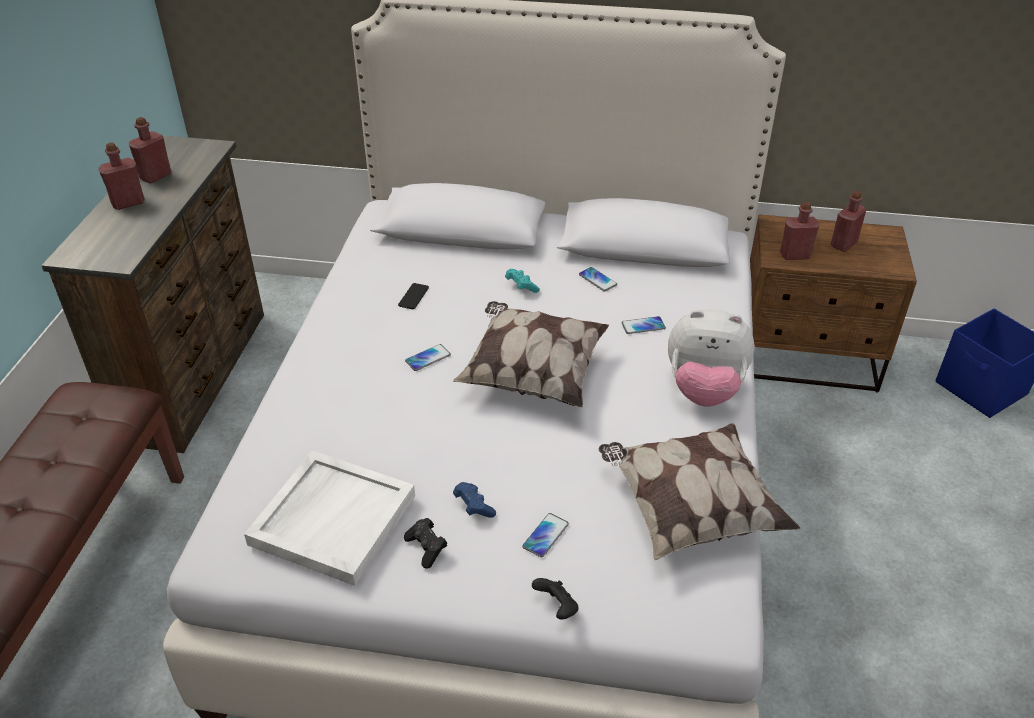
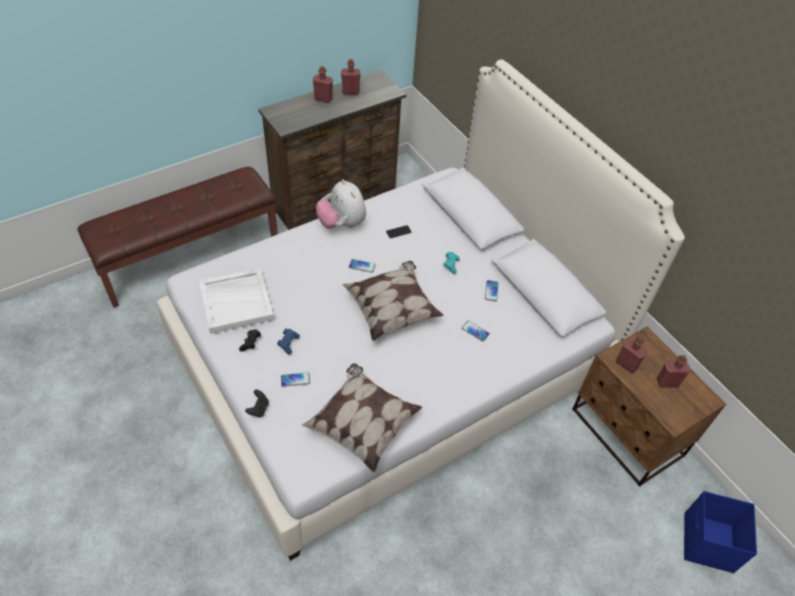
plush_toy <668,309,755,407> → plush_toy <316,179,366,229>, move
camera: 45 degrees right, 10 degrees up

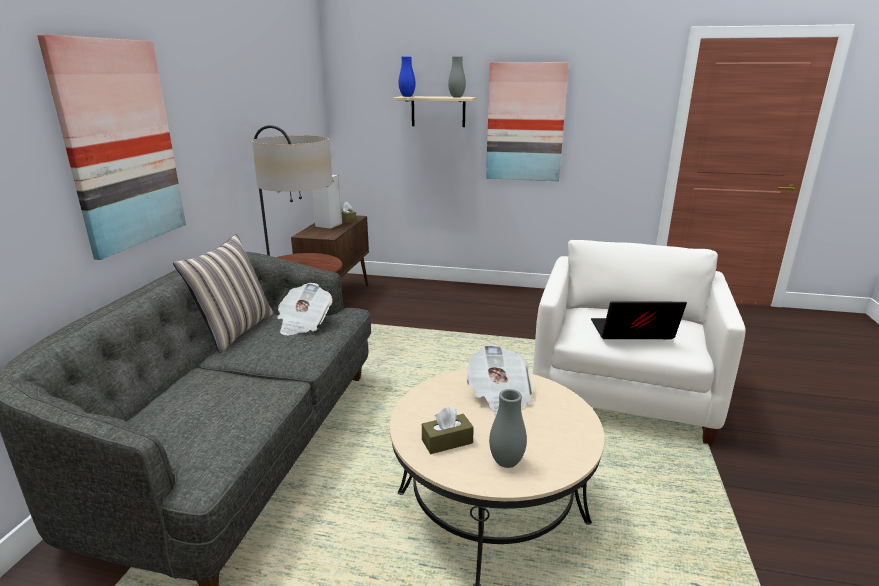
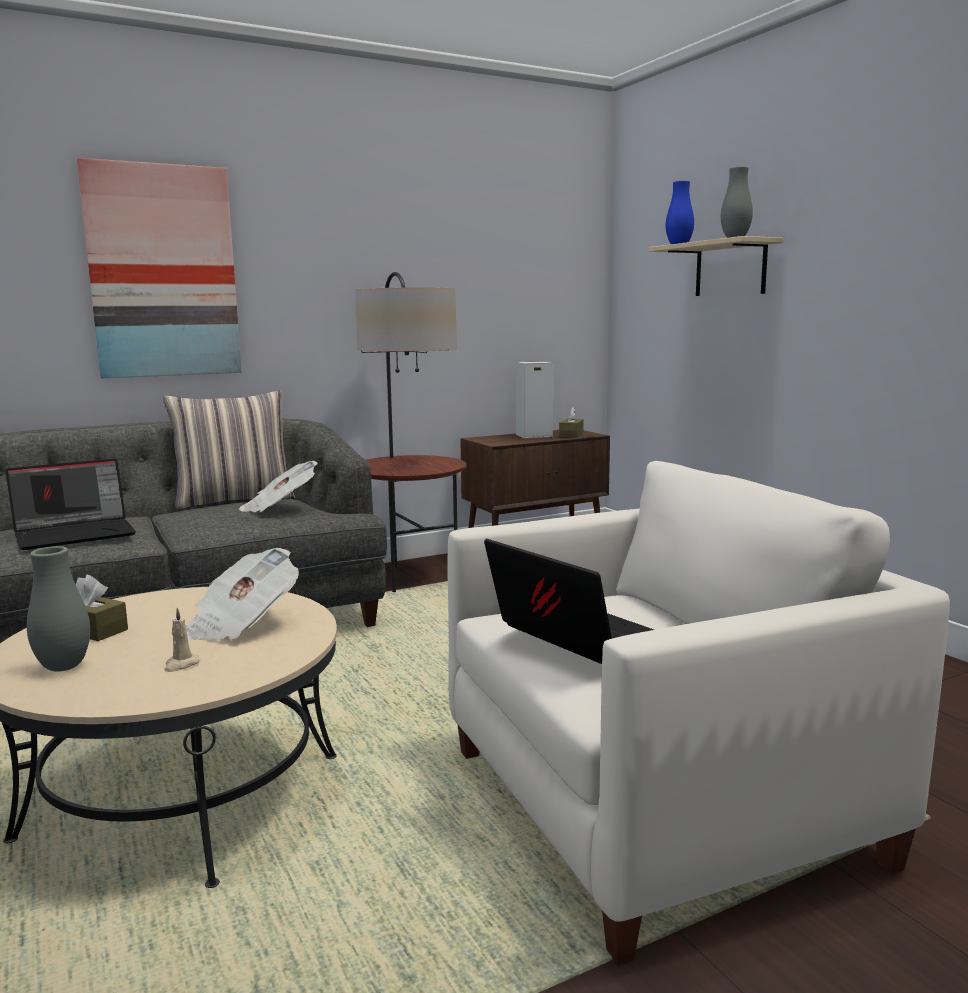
picture <486,62,569,181> → -
- → laptop <5,459,136,550>
- → beige_candle <164,608,200,672>
camera: 50 degrees right, 10 degrees down

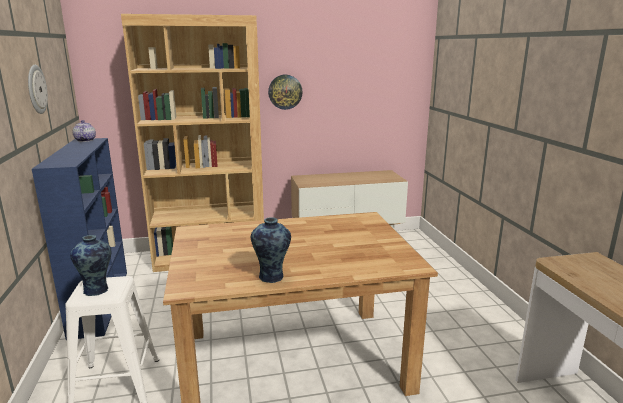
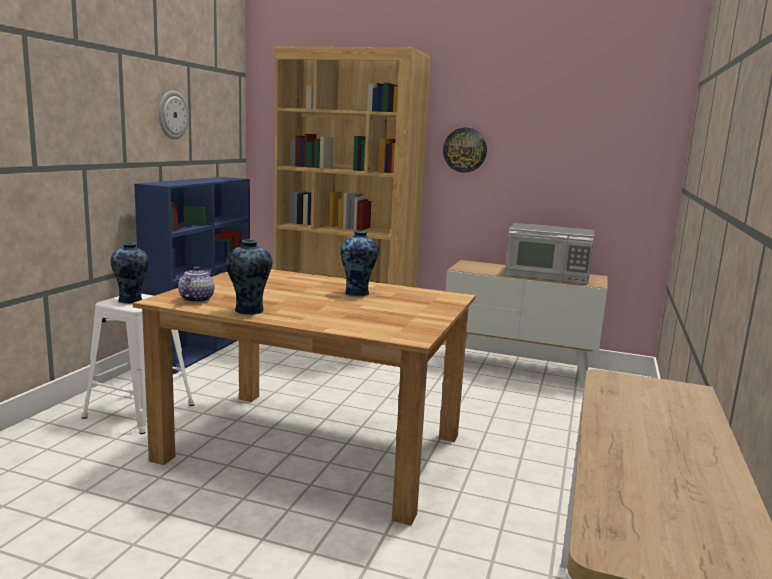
teapot <72,120,96,142> → teapot <178,266,215,303>, move
- → vase <340,231,379,296>
- → microwave <504,223,594,284>
camera: 30 degrees right, 5 degrees down

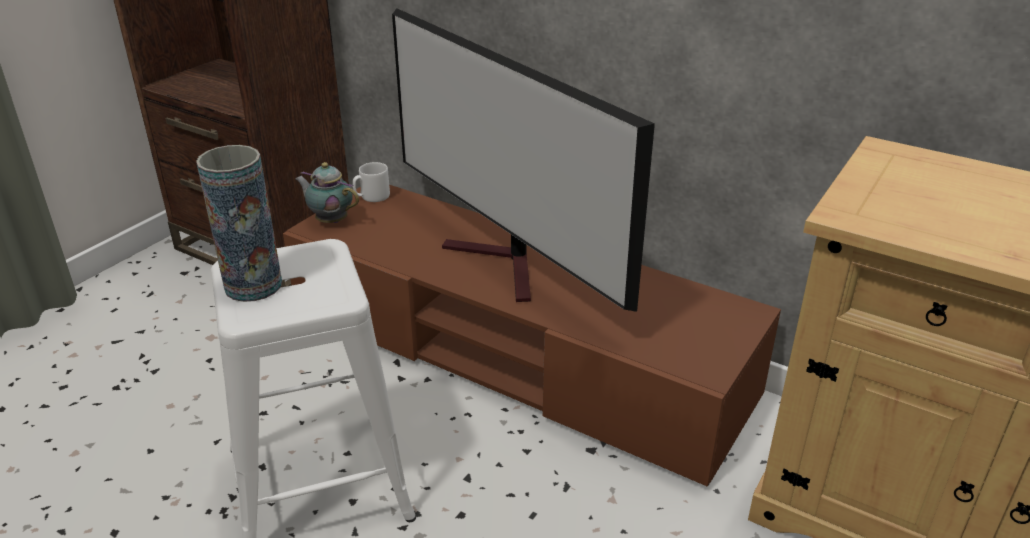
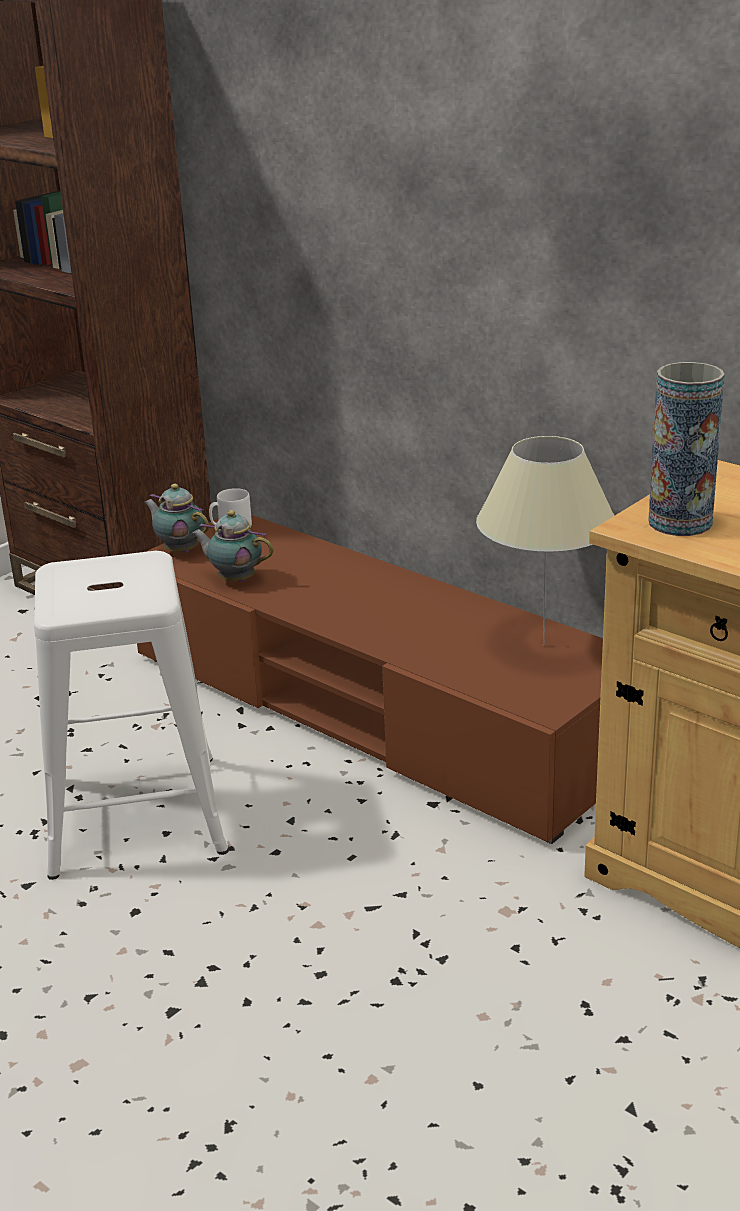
vase <196,145,282,302> → vase <648,362,724,536>, move
television <392,9,655,312> → -
- → teapot <191,510,274,582>
- → beige_table_lamp <476,436,615,646>
camera: 10 degrees right, 5 degrees down

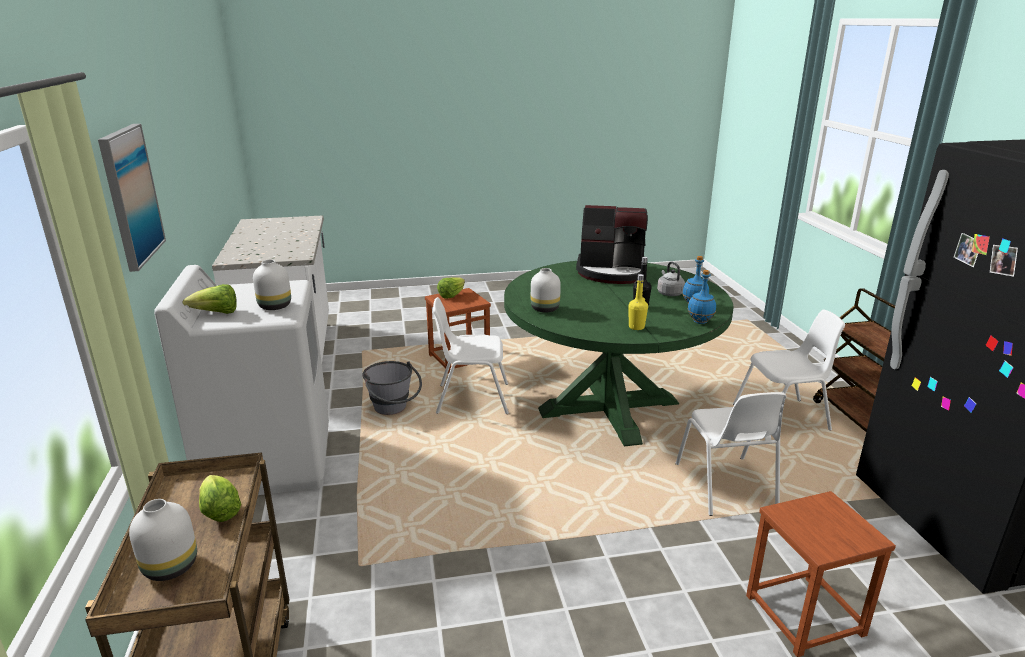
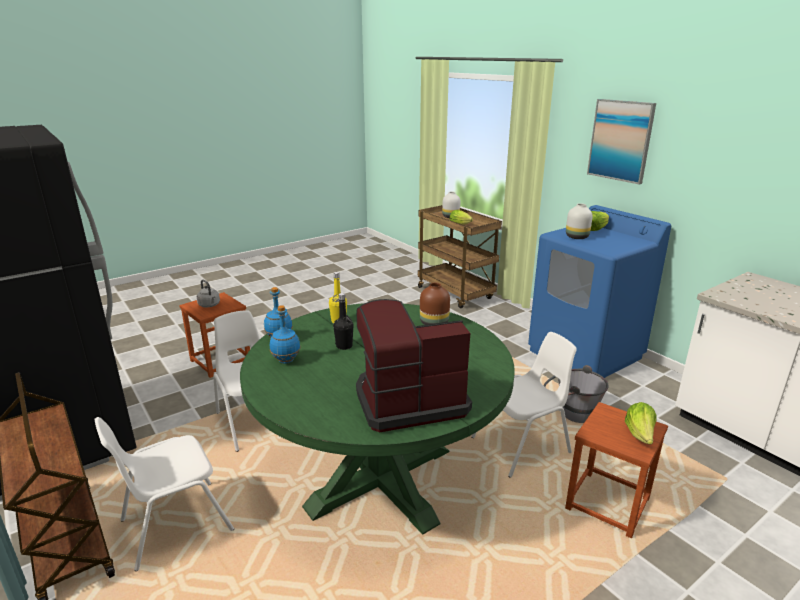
white_washing_machine <154,265,329,495> → blue_washing_machine <528,205,671,378>
white_vase <531,268,561,313> → brown_vase <420,283,450,325>
grey_kettle <657,261,685,296> → grey_kettle <197,280,220,307>, move
camera: 155 degrees right, 0 degrees up

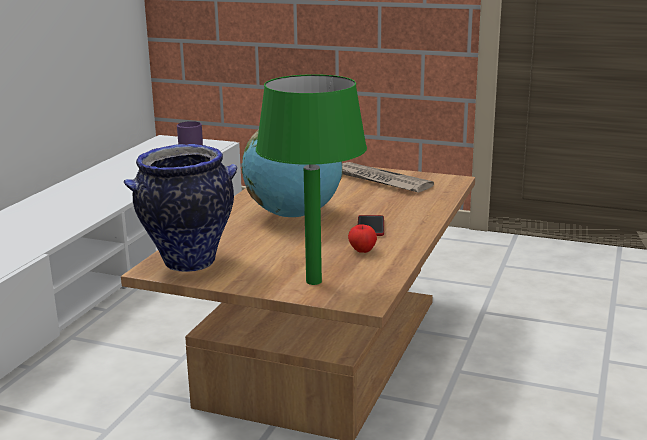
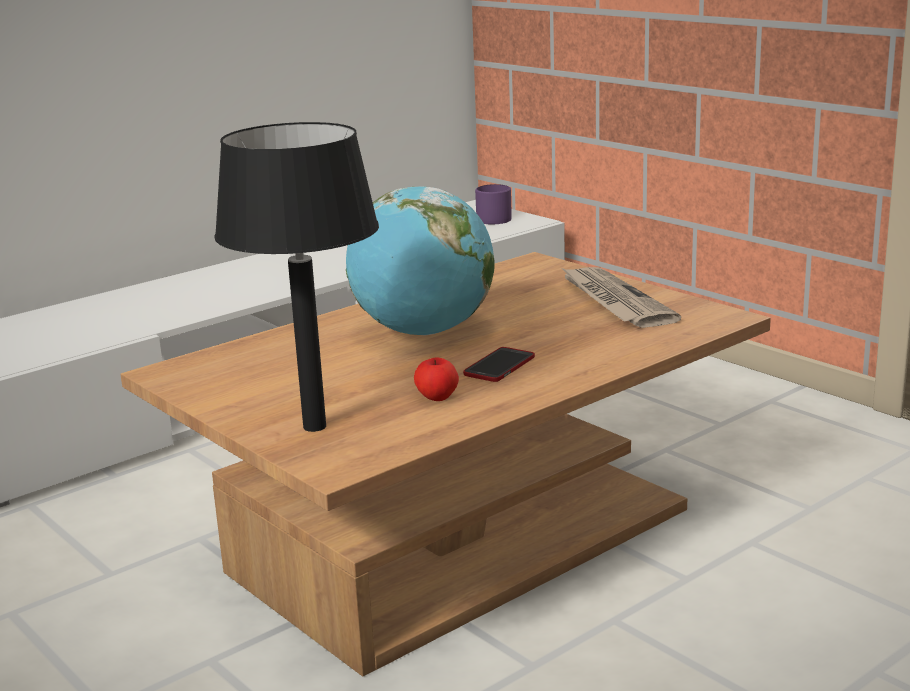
vase <124,144,237,272> → -
green_table_lamp <256,74,367,285> → black_table_lamp <214,122,379,432>
camera: 30 degrees right, 0 degrees up

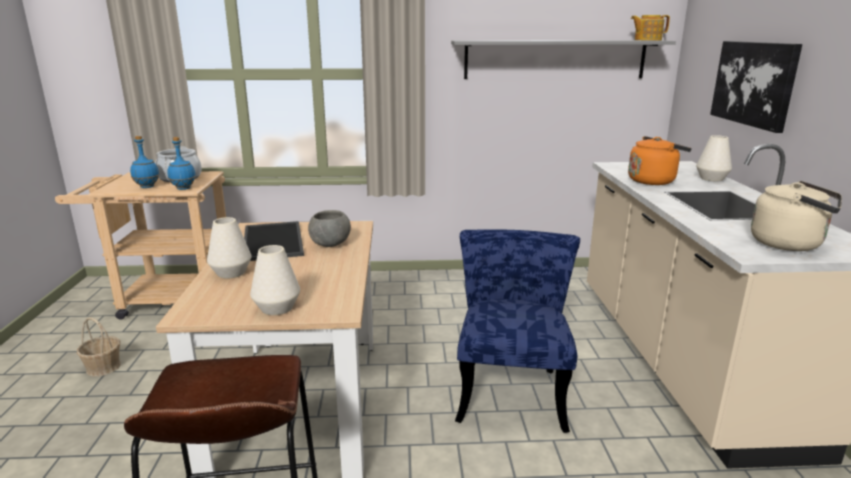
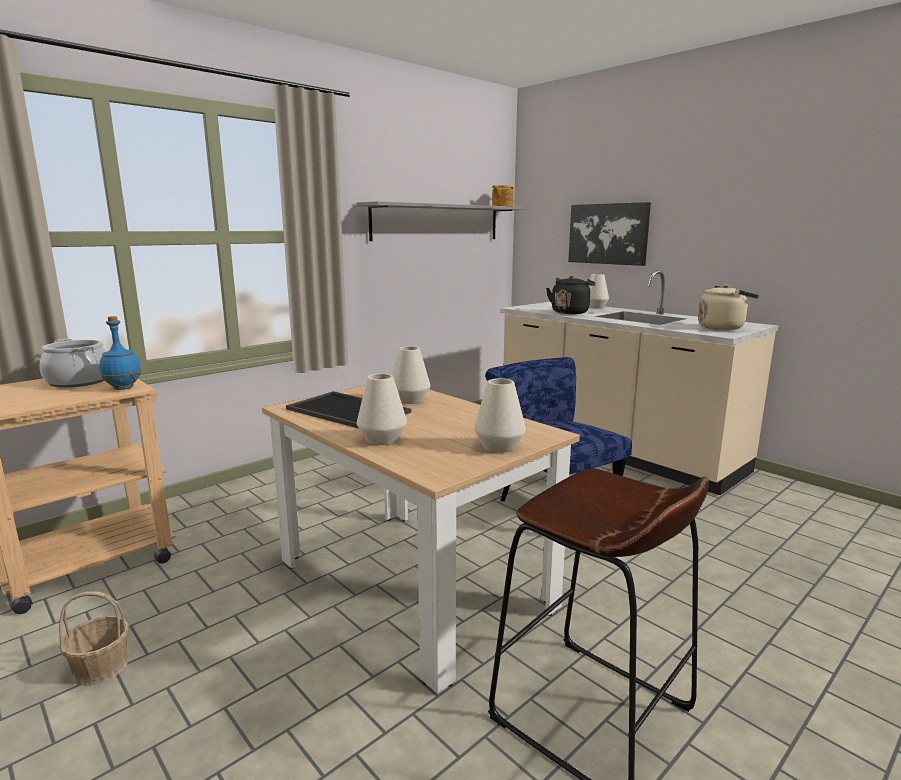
blue_bottle <130,136,159,188> → -
grey_bowl <308,210,351,247> → white_vase <393,346,430,404>
orange_kettle <628,136,692,185> → black_kettle <546,276,595,314>
camera: 40 degrees left, 5 degrees down

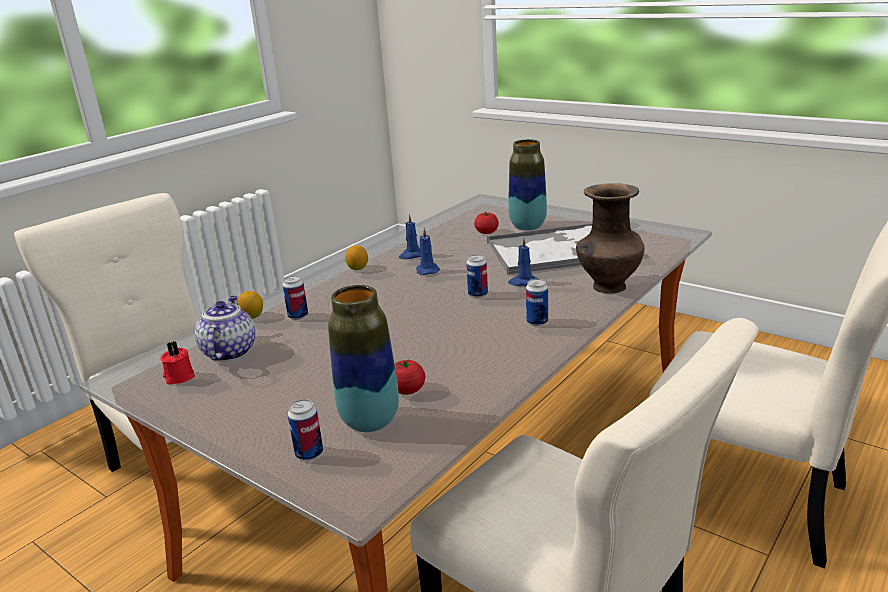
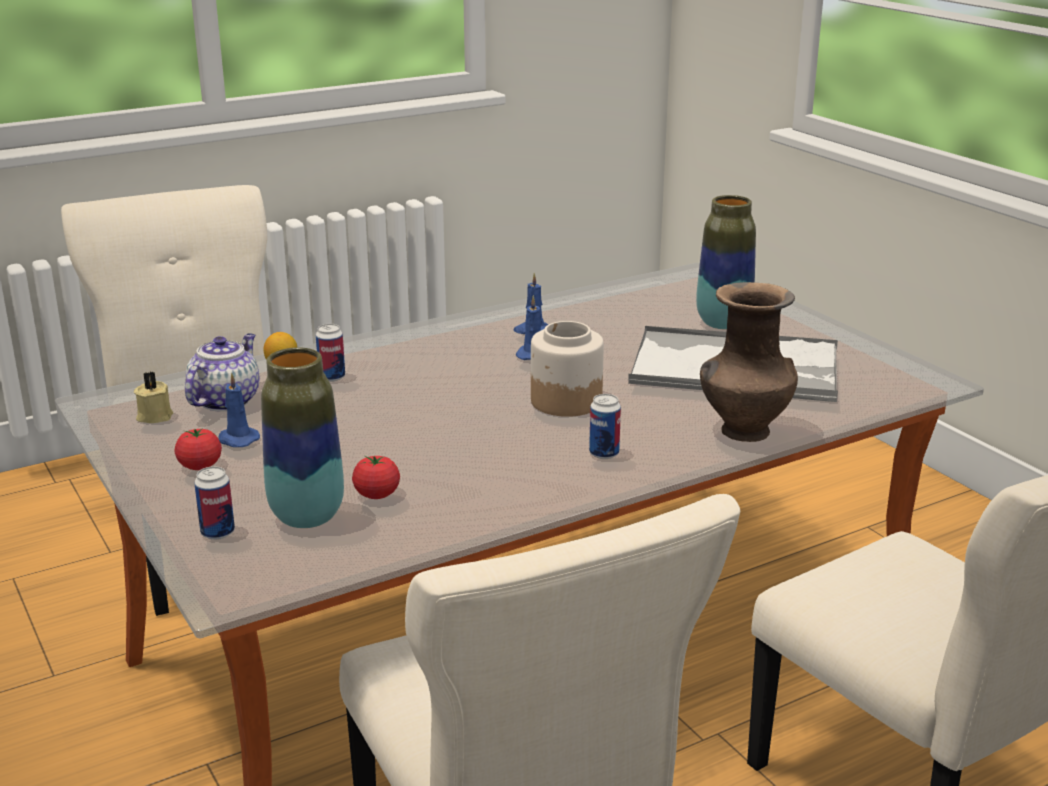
red_candle <160,341,195,384> → beige_candle <134,372,173,423>
lemon <345,245,368,270> → -
can <466,254,488,298> → jar <531,321,604,417>
tomato <474,212,499,234> → tomato <175,428,222,470>, move
blue_candle <508,237,538,286> → blue_candle <219,372,260,447>, move
camera: 20 degrees right, 0 degrees up

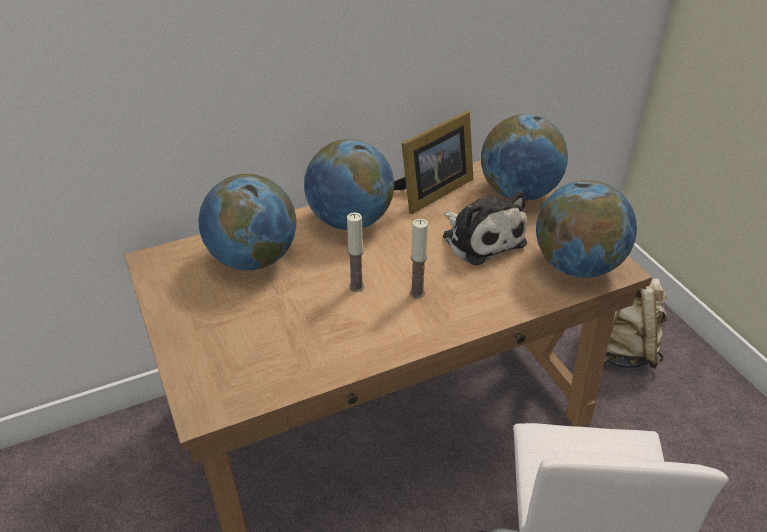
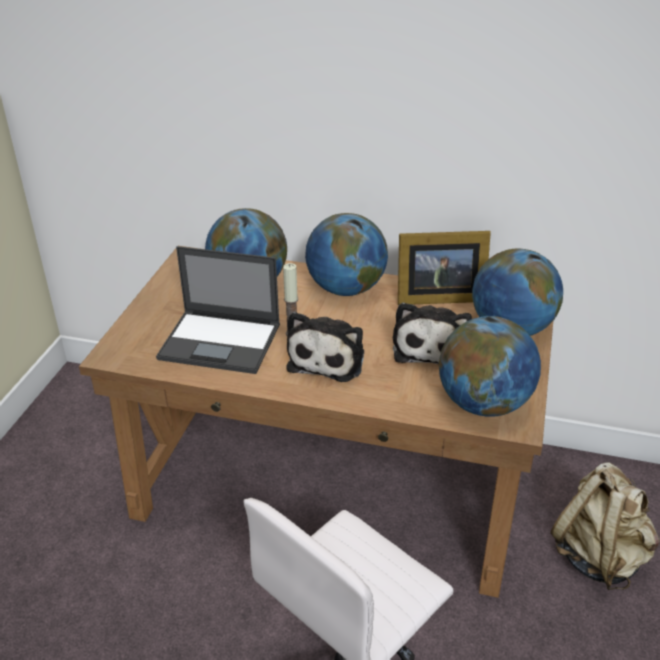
candle <410,219,428,298> → plush_toy <286,312,364,382>
- → laptop <156,246,280,374>
camera: 40 degrees right, 5 degrees down

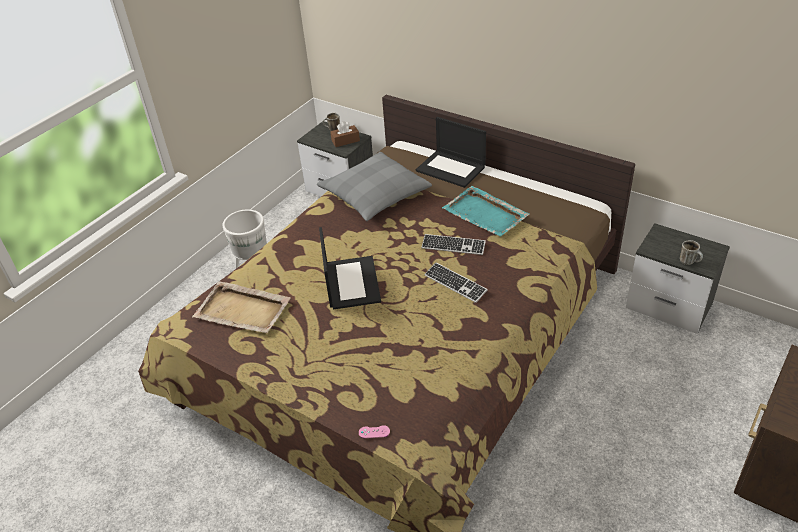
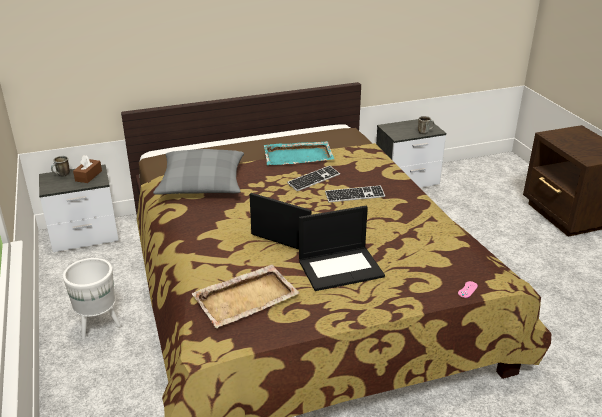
laptop <416,117,486,188> → laptop <299,206,385,291>, move
camera: 55 degrees left, 10 degrees down

